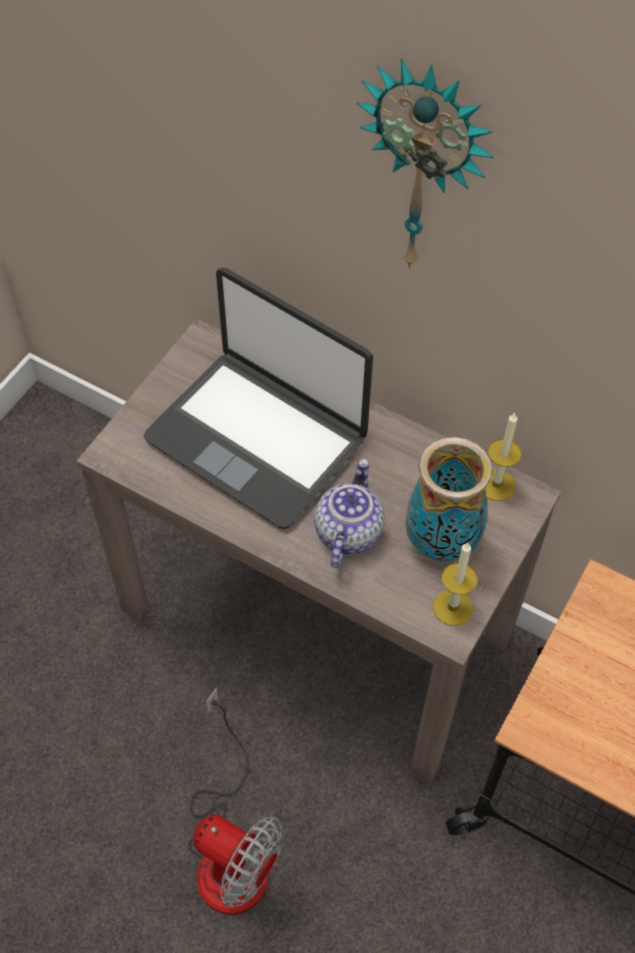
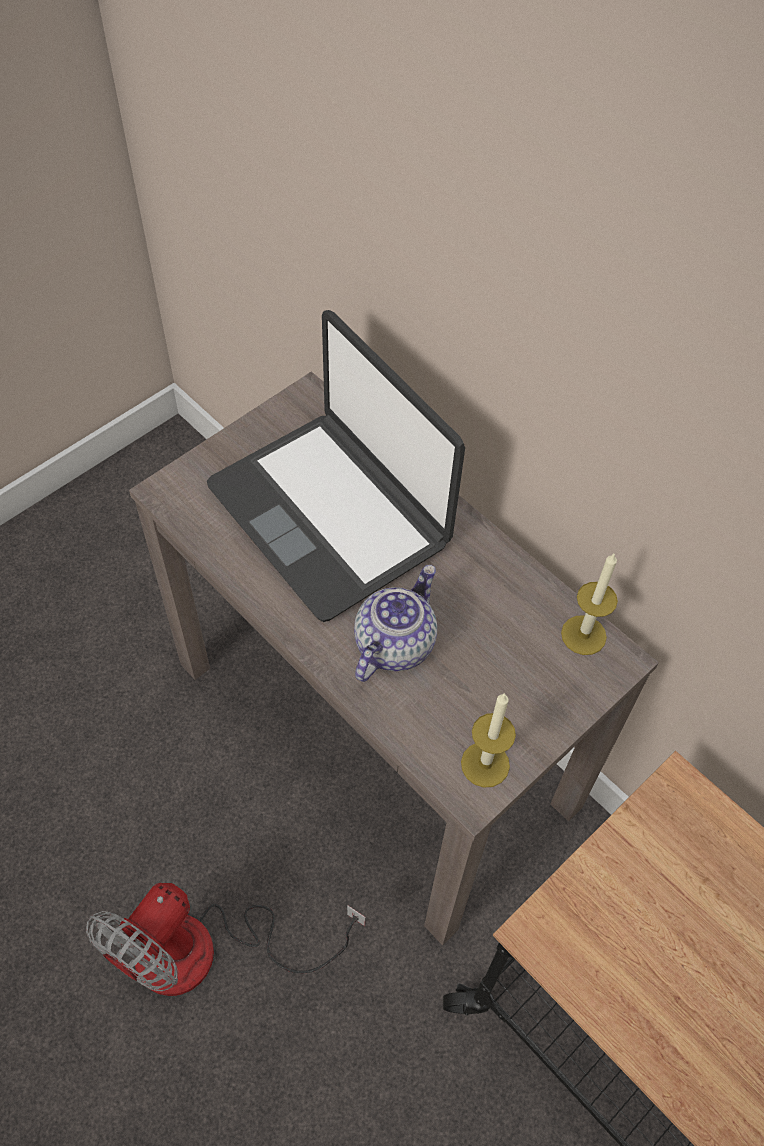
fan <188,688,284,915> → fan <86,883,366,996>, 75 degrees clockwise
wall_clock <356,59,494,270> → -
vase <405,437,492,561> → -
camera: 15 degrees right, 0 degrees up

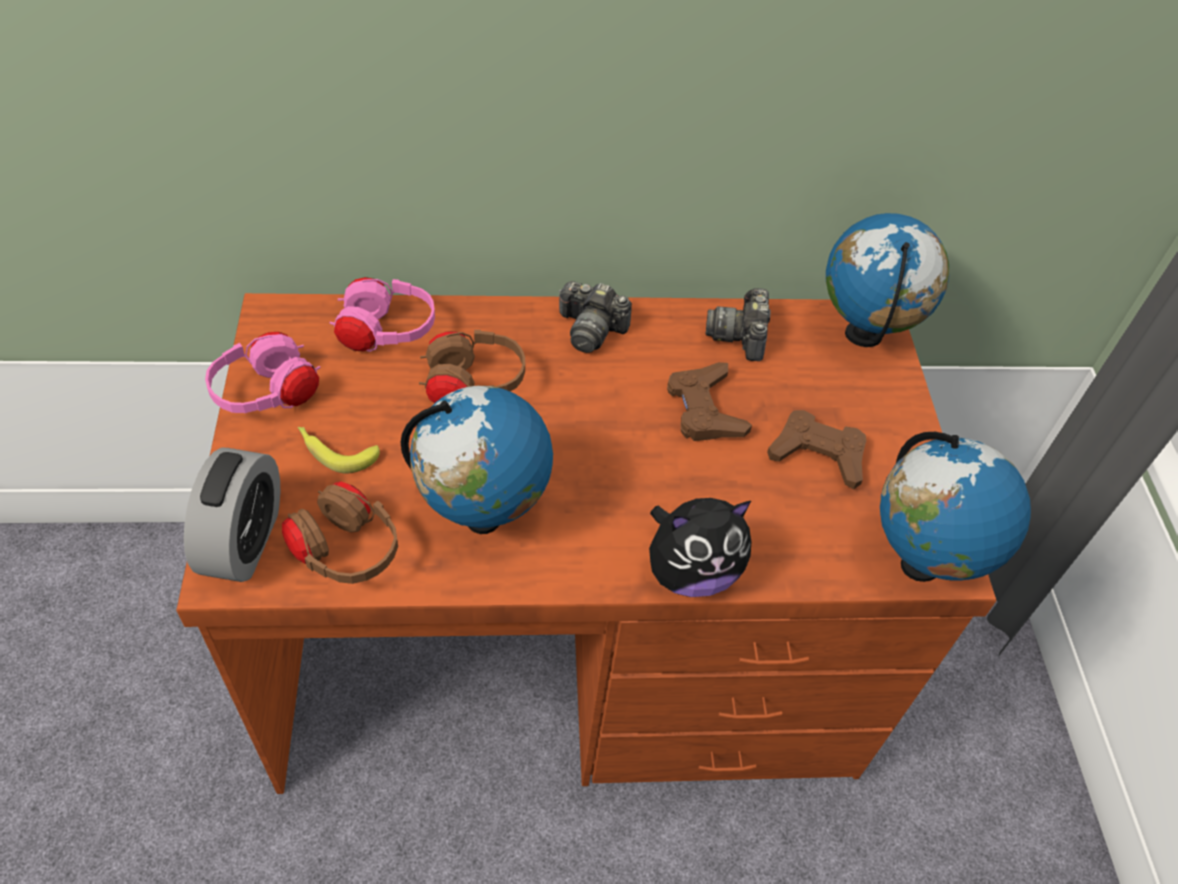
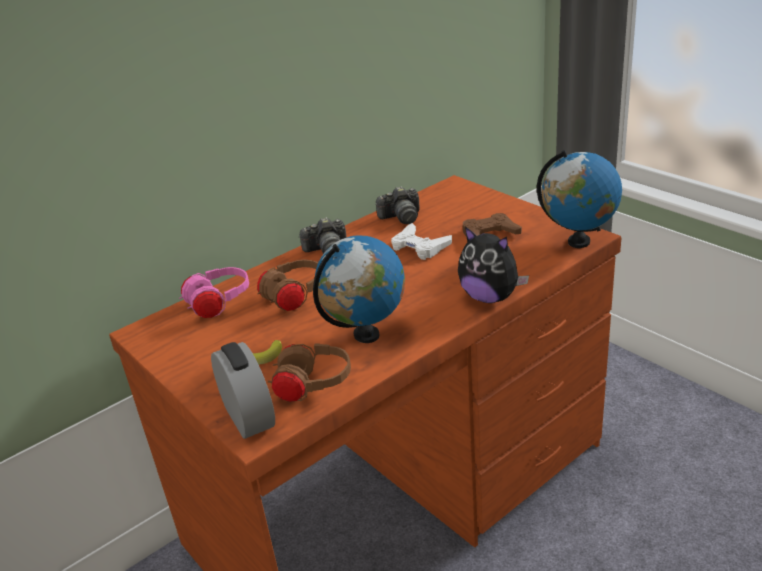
pink_headphones <205,332,320,413> → -
plush_toy <649,498,751,597> → plush_toy <458,227,529,303>, 90 degrees clockwise
brown_game_controller <667,362,752,441> → white_game_controller <391,223,452,260>
photo_camera <705,288,771,361> → photo_camera <375,186,420,224>, 75 degrees counterclockwise
globe <826,213,949,347> → -
camera: 30 degrees left, 20 degrees down

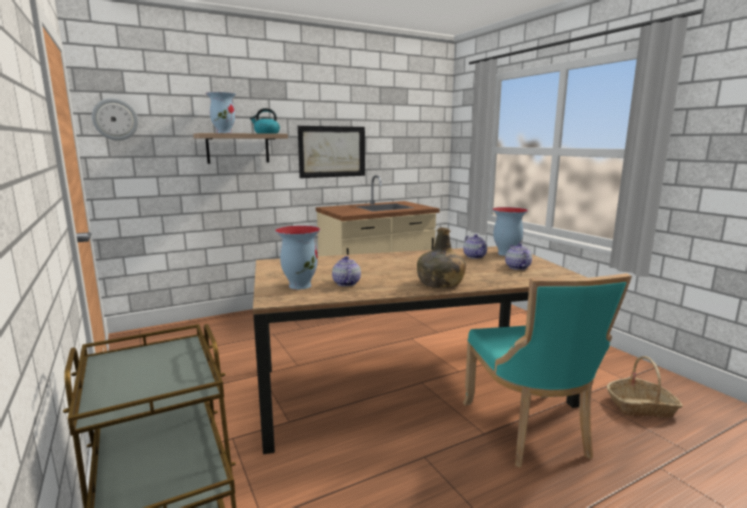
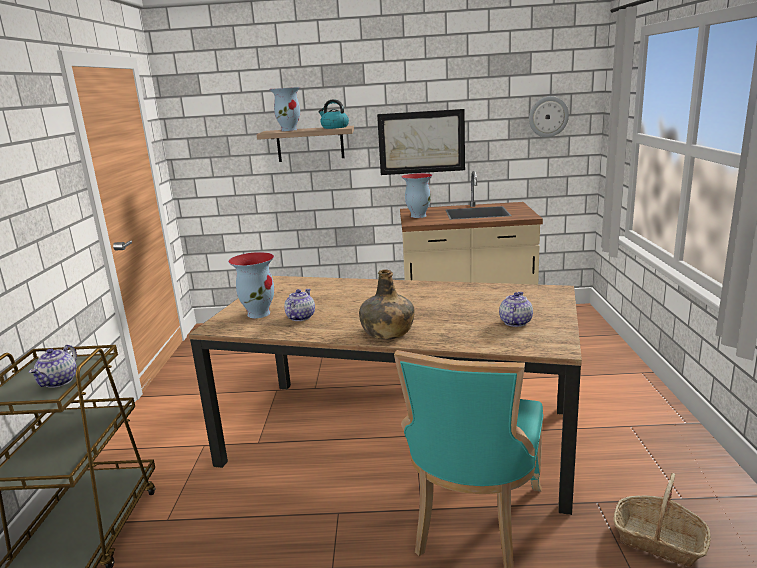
wall_clock <92,98,139,141> → wall_clock <529,96,569,137>, move
teapot <463,234,487,259> → teapot <29,345,77,388>, move
vase <492,207,528,256> → vase <402,173,433,218>, move
camera: 30 degrees right, 5 degrees up

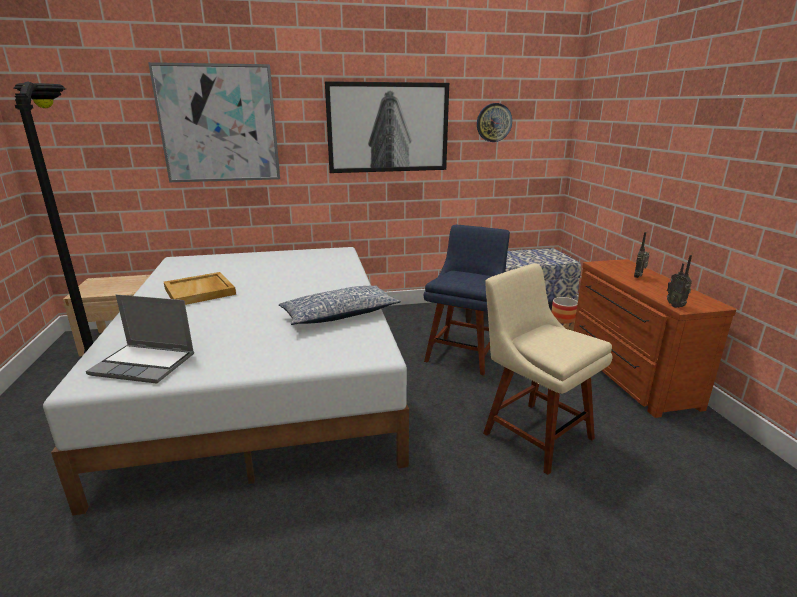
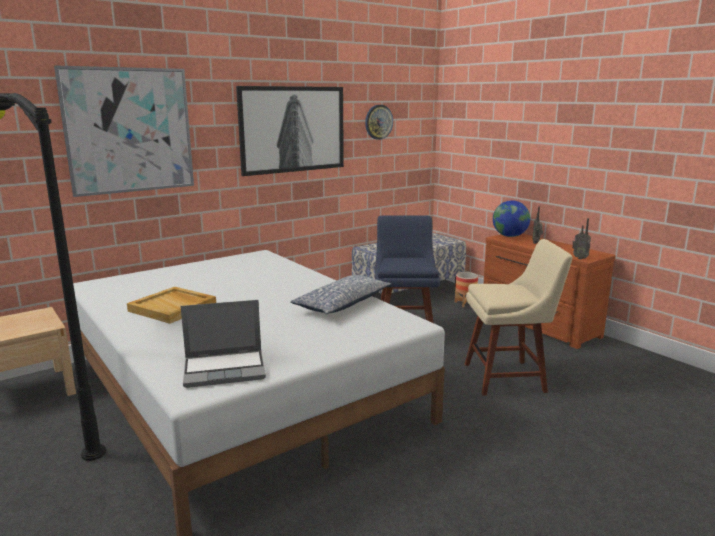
beige_chair <483,264,613,475> → beige_chair <465,239,573,395>, 150 degrees clockwise
- → globe <493,200,530,237>
camera: 25 degrees left, 5 degrees down

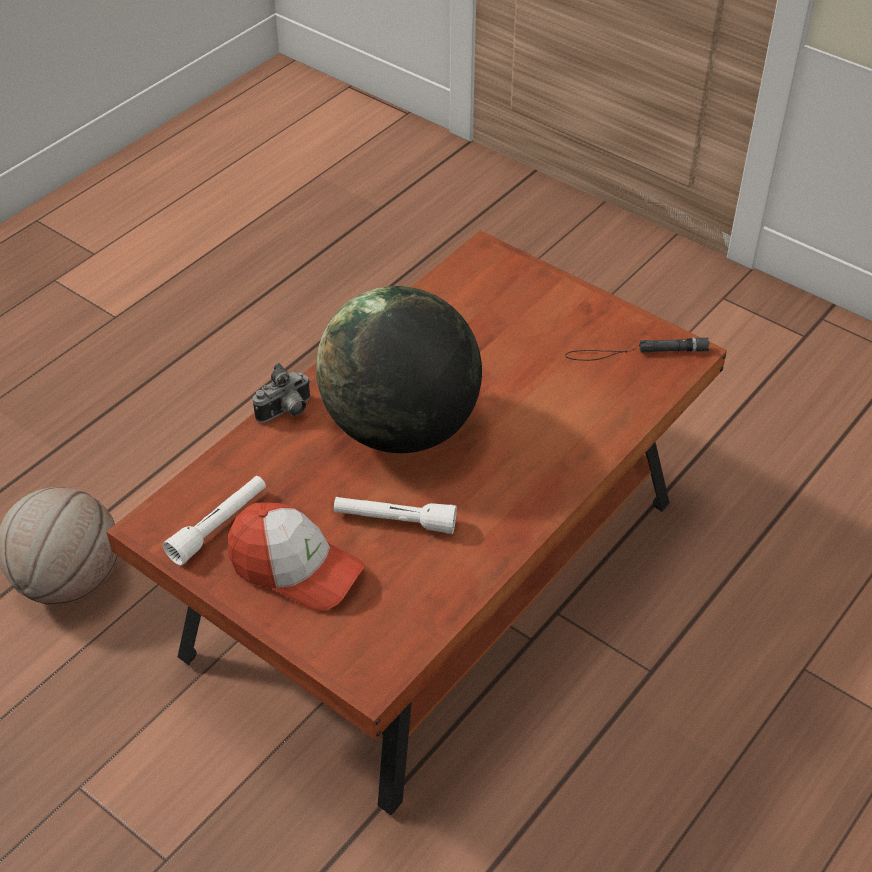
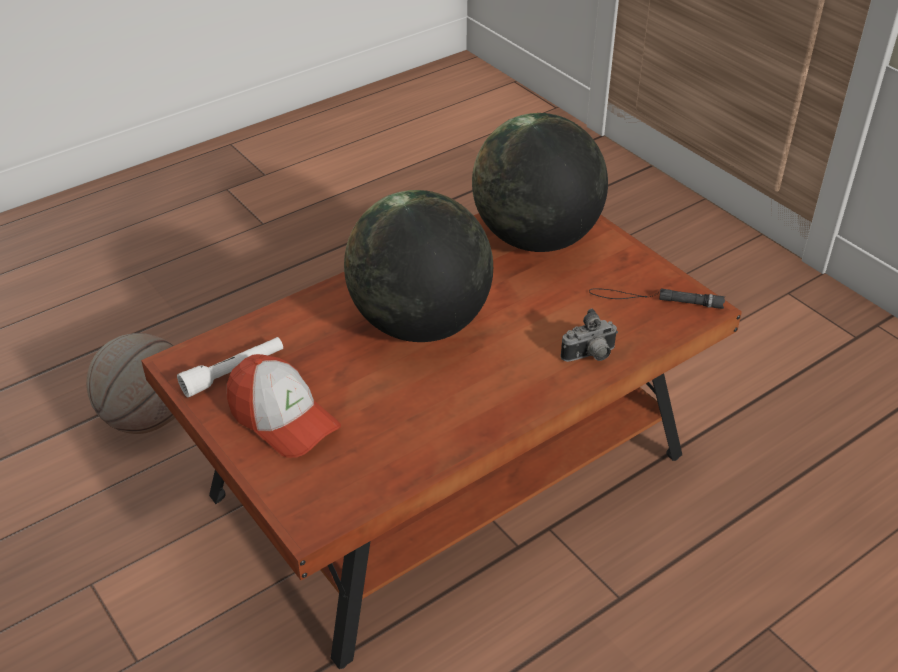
photo_camera <253,363,311,423> → photo_camera <560,309,618,362>, move
white_flashlight <334,497,457,534> → -
- → globe <472,113,608,252>
camera: 15 degrees right, 5 degrees down

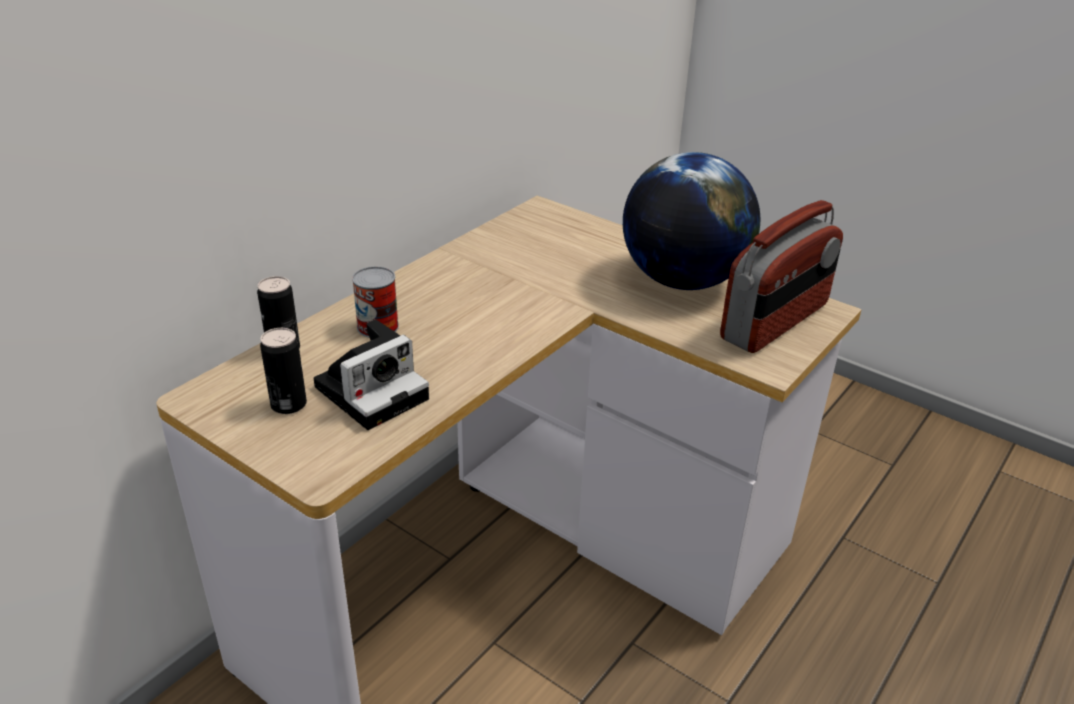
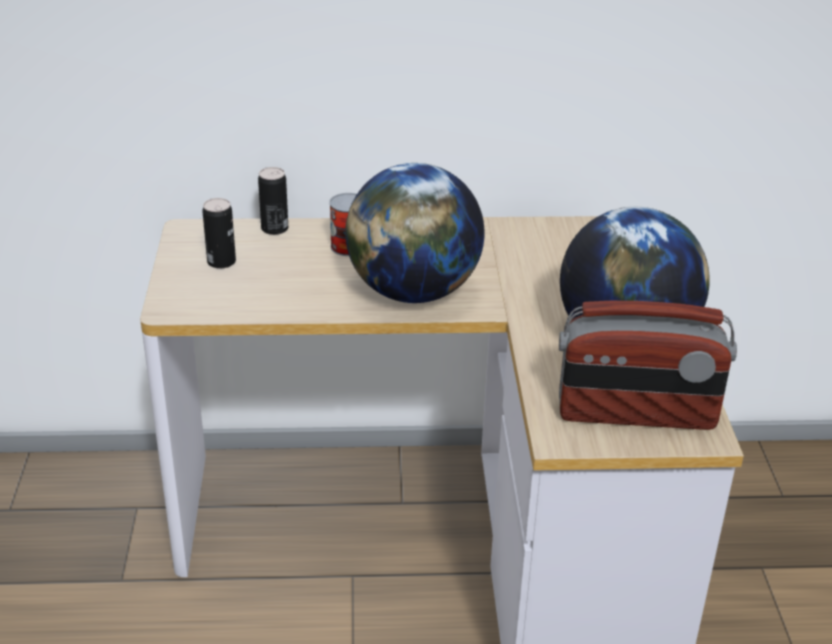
photo_camera <314,319,429,430> → -
- → globe <345,163,485,303>
camera: 50 degrees right, 0 degrees up

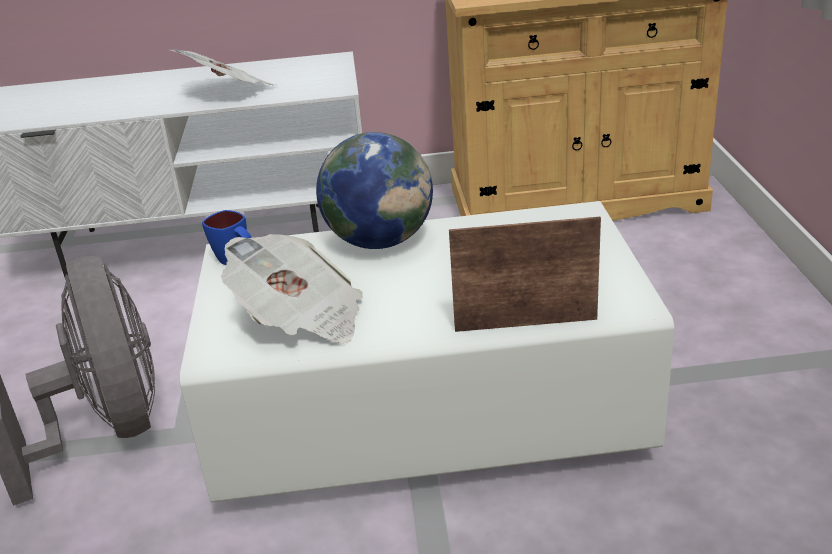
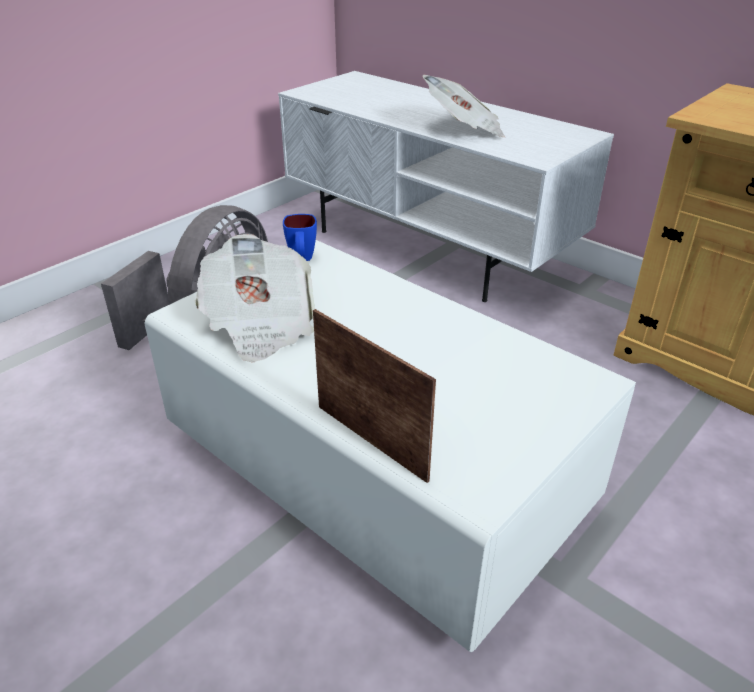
globe <316,132,433,249> → -
camera: 45 degrees right, 5 degrees up

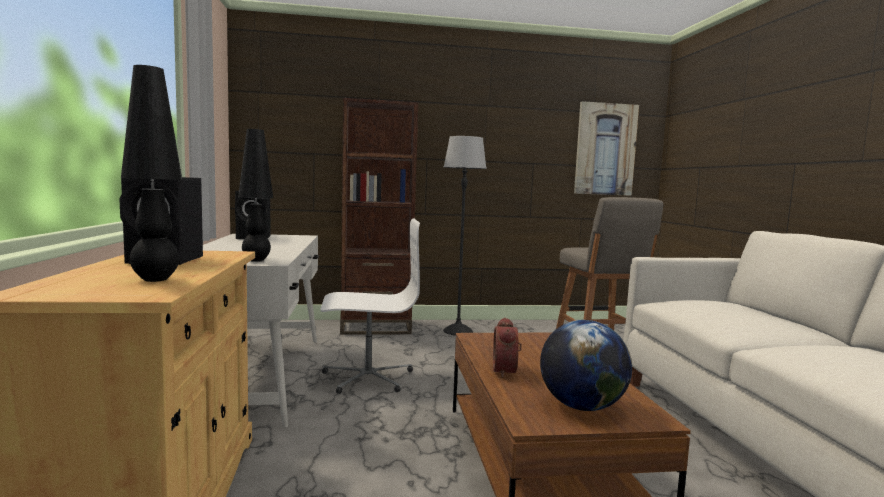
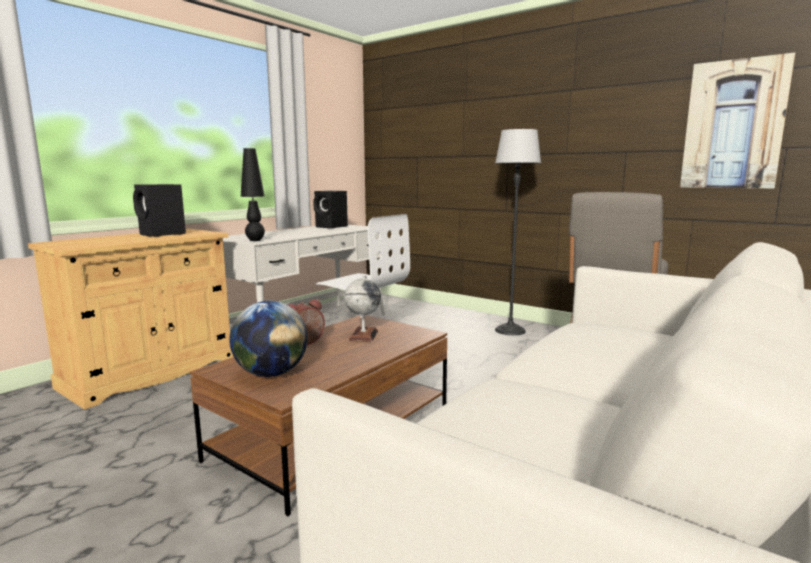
black_table_lamp <121,65,182,282> → -
brown_bookcase <340,98,418,335> → -
- → globe <344,275,381,342>
camera: 45 degrees right, 5 degrees up

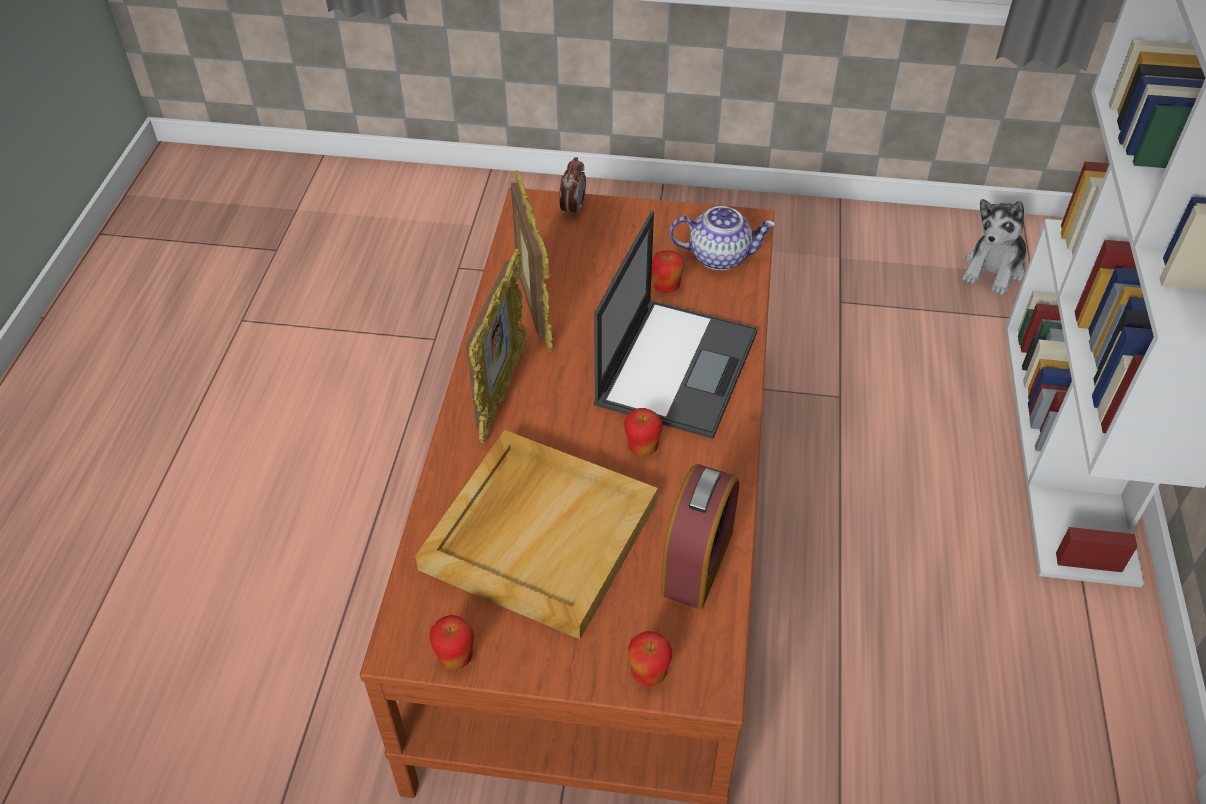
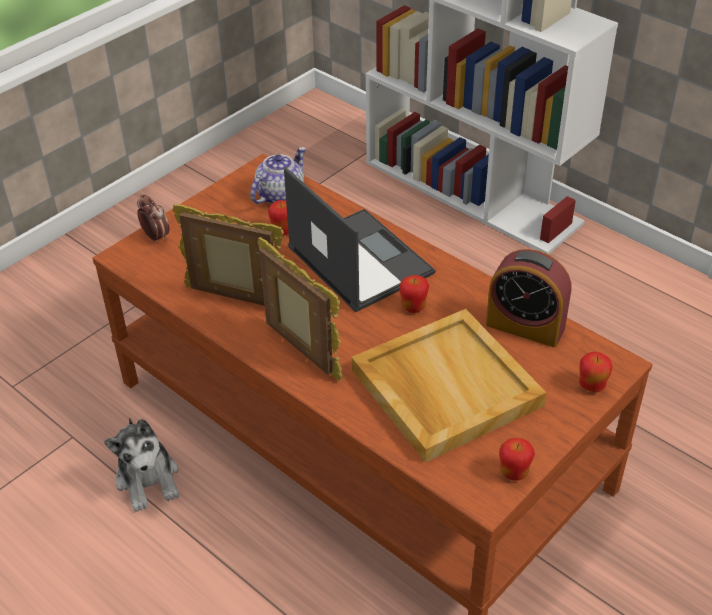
alarm_clock <661,464,739,609> → alarm_clock <486,249,571,347>, 150 degrees clockwise
plush_toy <962,199,1026,295> → plush_toy <104,417,179,512>, move
camera: 55 degrees left, 5 degrees down

